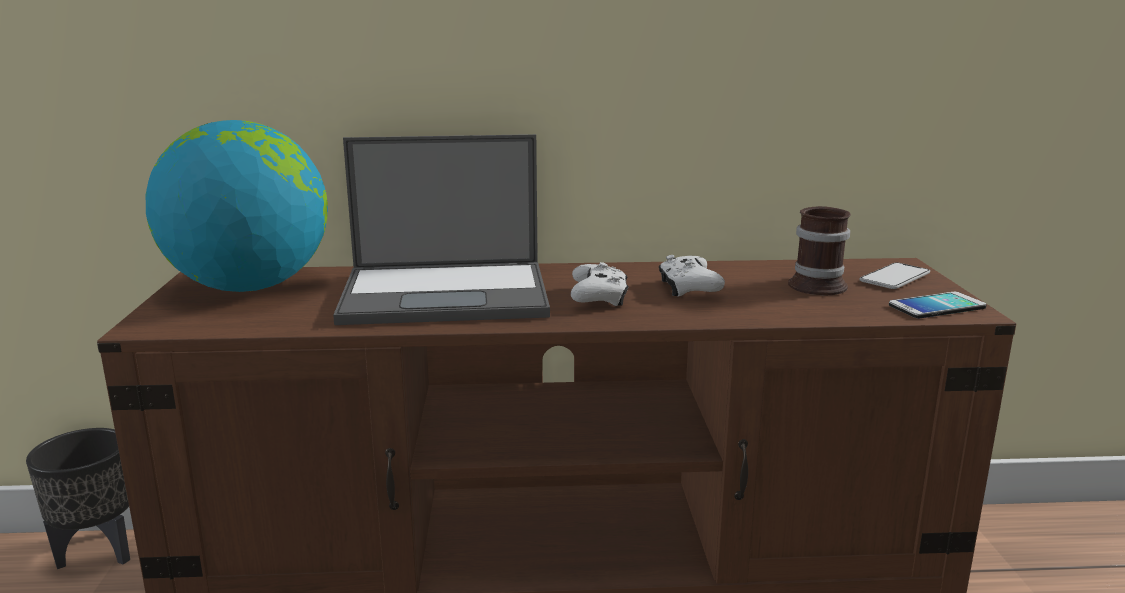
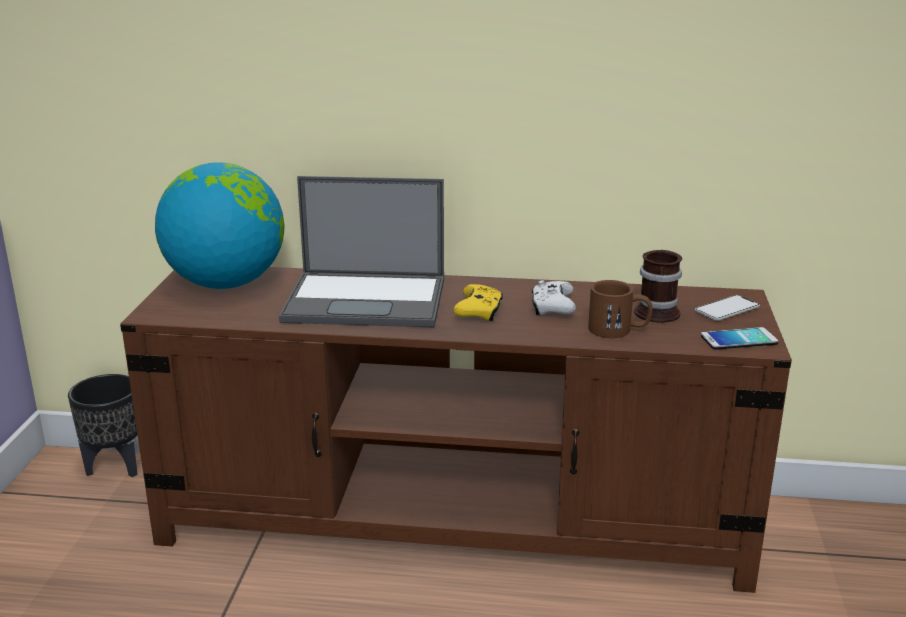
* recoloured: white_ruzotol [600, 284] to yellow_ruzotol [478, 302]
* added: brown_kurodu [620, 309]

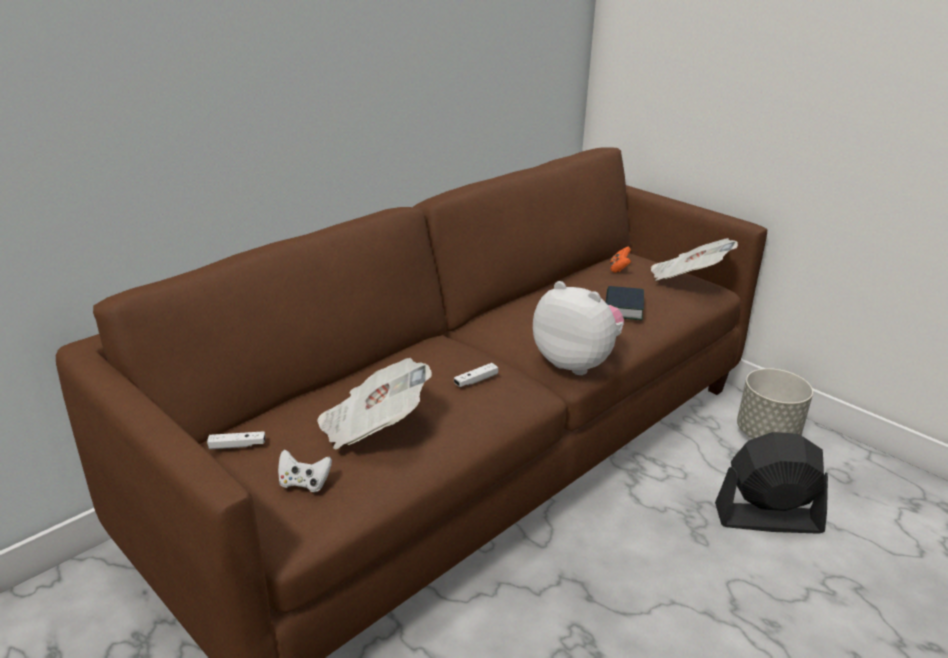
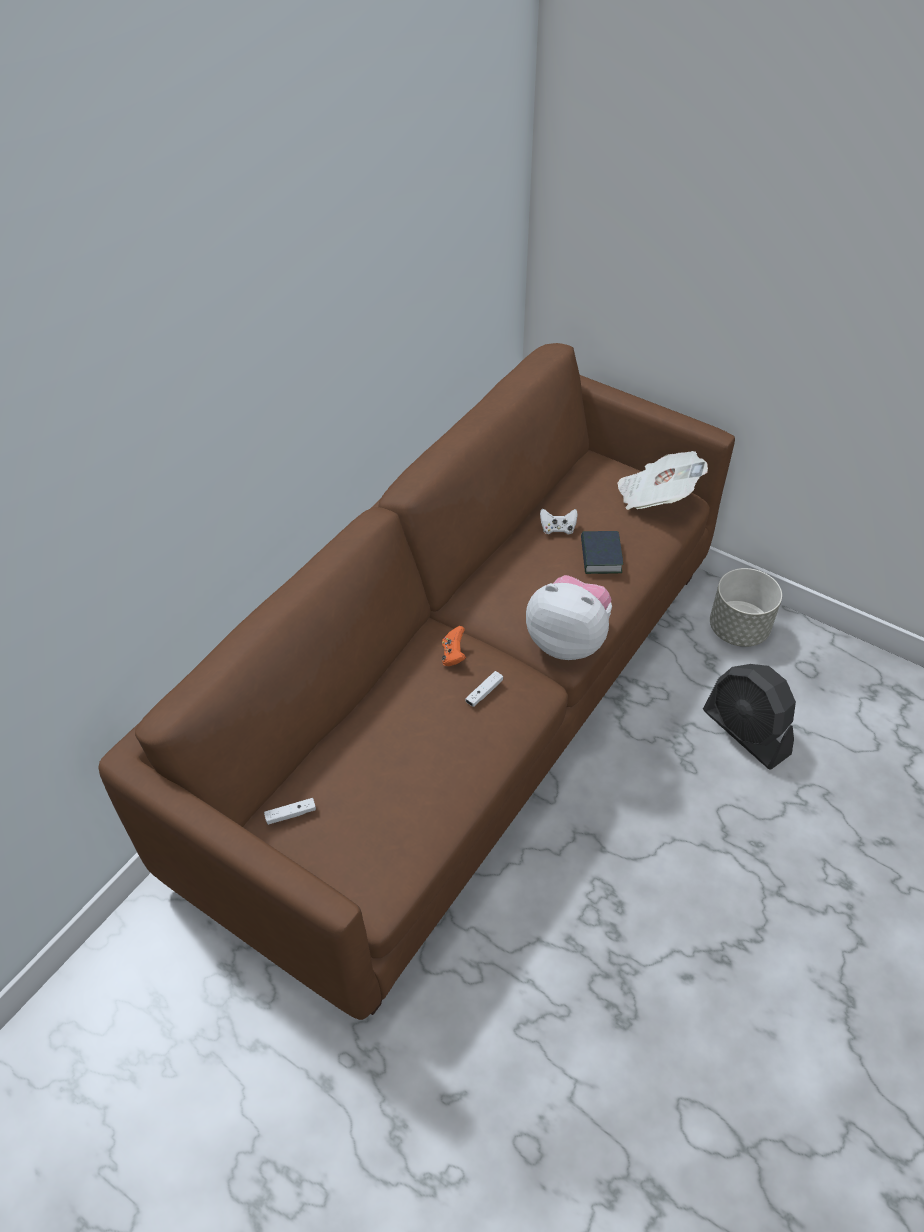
* moved: orange_ruzotol [620, 260] to [454, 646]
* removed: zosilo [374, 404]
* turned: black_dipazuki [771, 483] = [749, 717] 120 degrees counterclockwise
* moved: white_ruzotol [305, 471] to [559, 521]

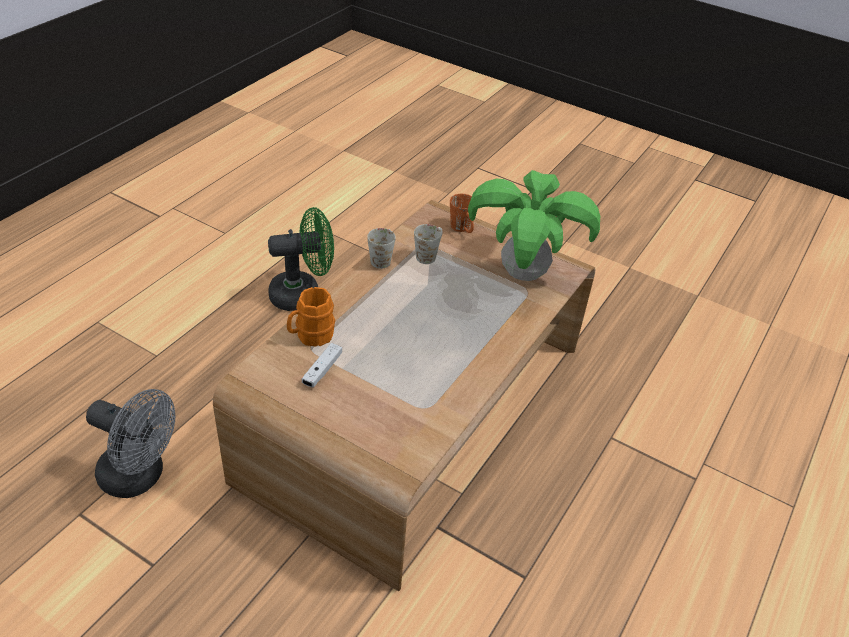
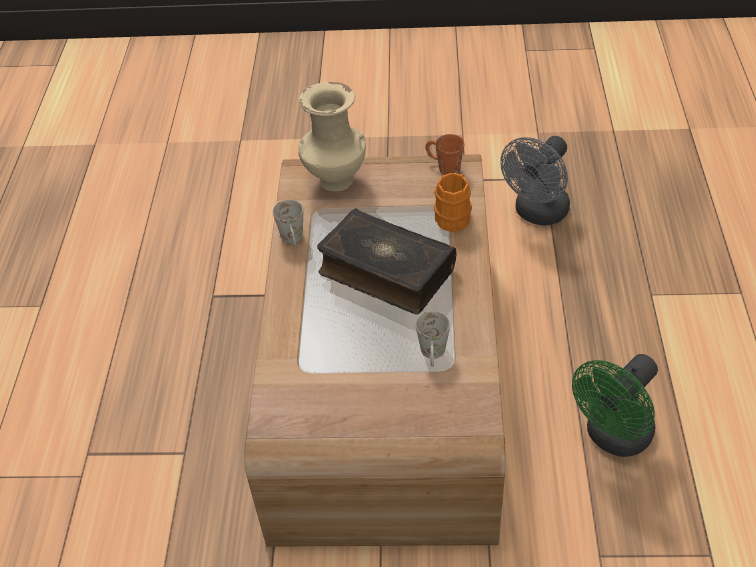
* removed: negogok [534, 225]
* moved: orange_kurodu [462, 213] to [444, 154]
* moved: white_kurodu [381, 248] to [288, 223]
* removed: white_ruzotol [322, 365]
* turned: grey_dipazuki [130, 443] = [535, 181] 45 degrees counterclockwise
* added: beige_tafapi [332, 136]
* added: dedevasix [386, 261]

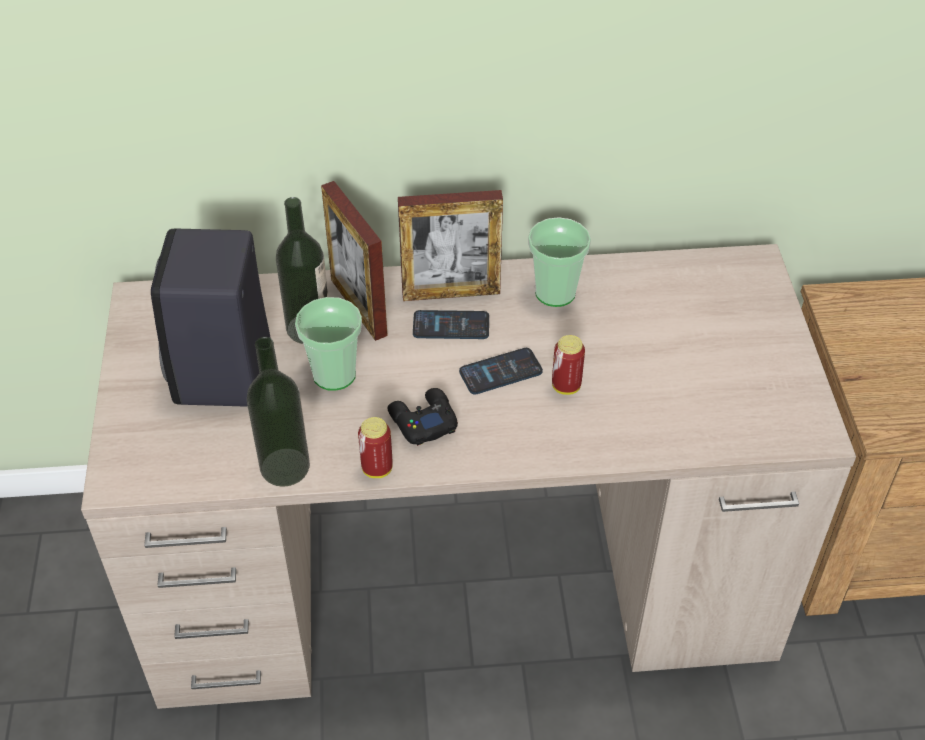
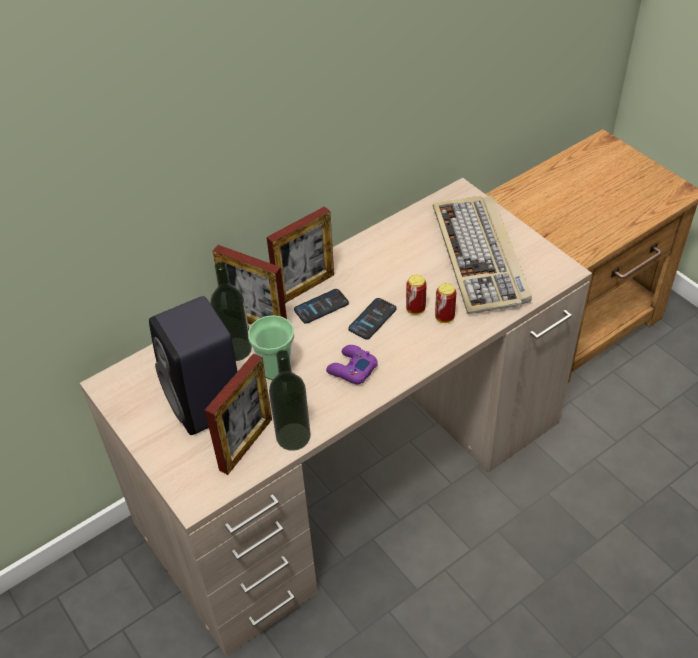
* removed: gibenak [559, 262]
* recoloured: black_ruzotol [422, 417] to purple_ruzotol [352, 365]
* moved: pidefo [375, 447] to [445, 303]
* added: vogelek [482, 255]
* added: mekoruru [238, 414]

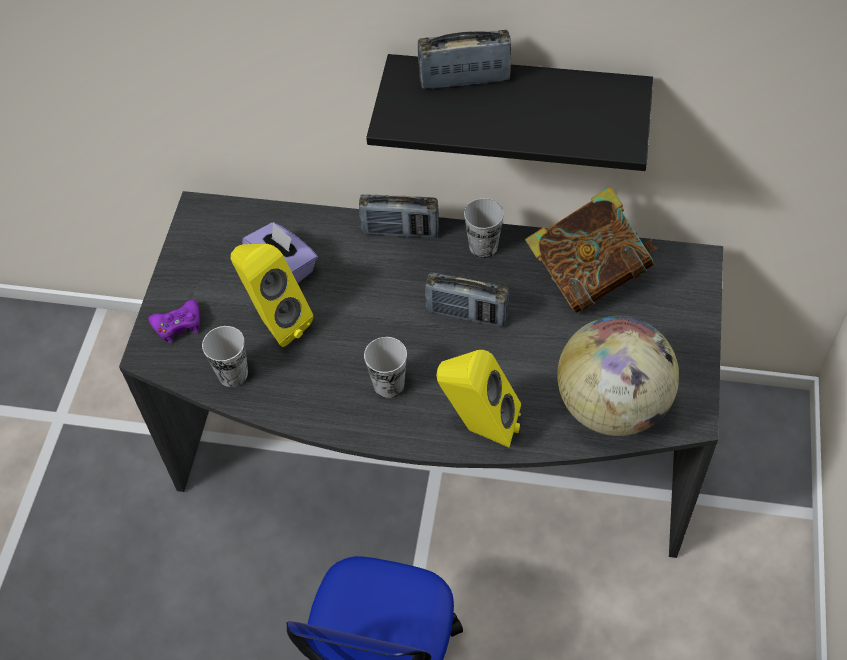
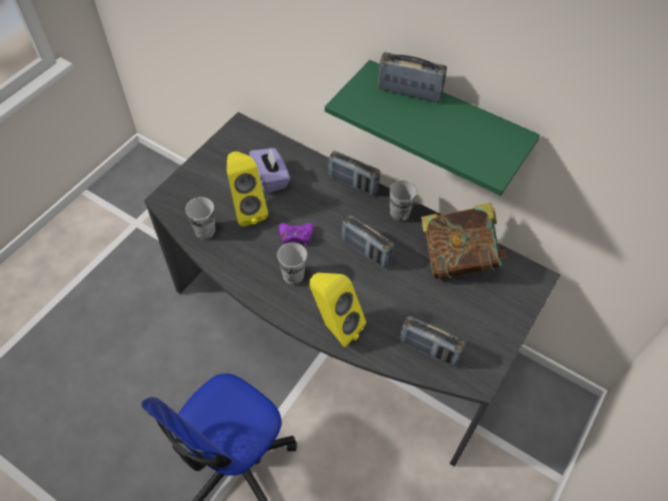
* recoloured: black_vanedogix [509, 112] to green_vanedogix [432, 128]
* moved: purple_ruzotol [174, 321] to [296, 234]
* replaced: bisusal [618, 376] to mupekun [432, 341]

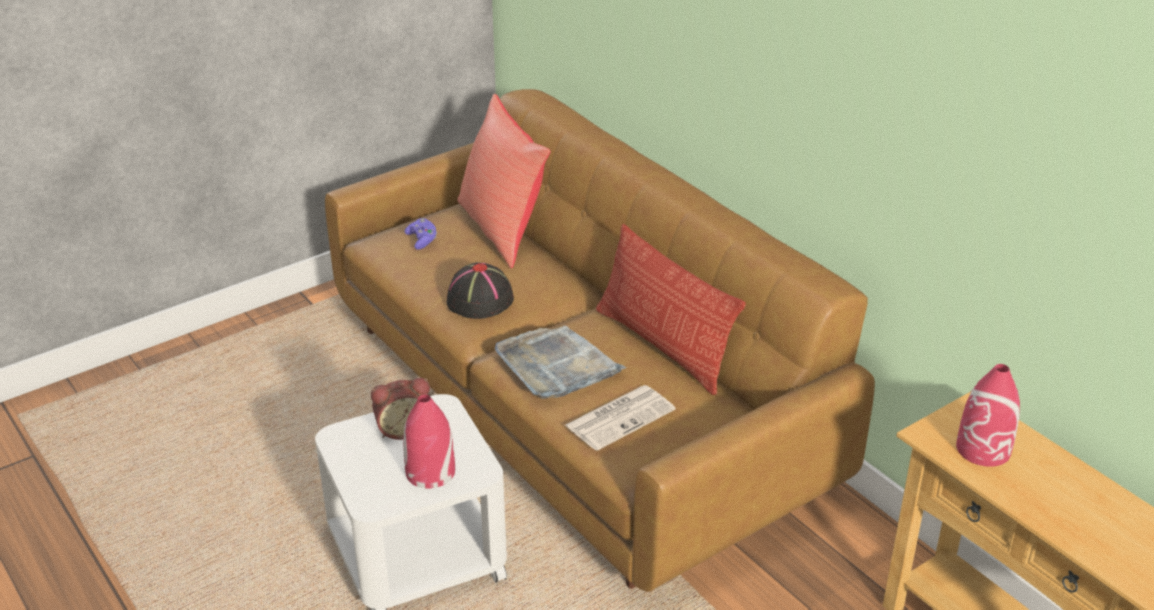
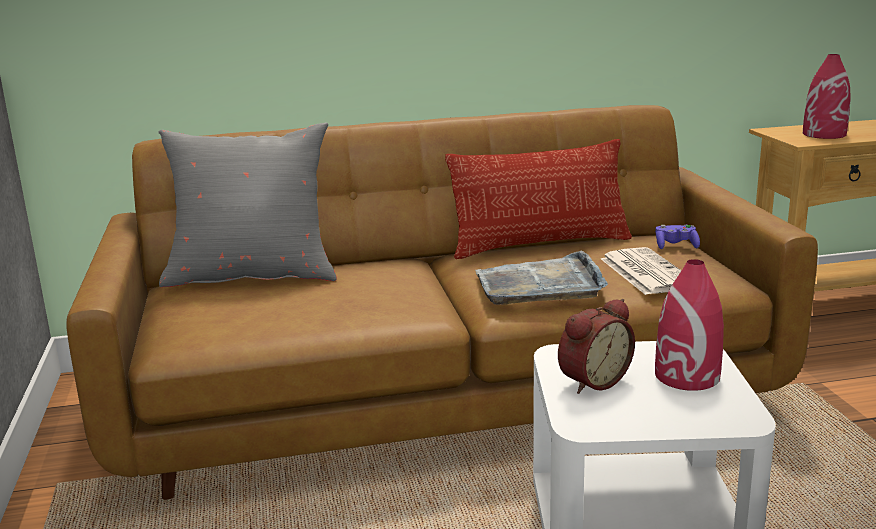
* recoloured: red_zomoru [504, 181] to grey_zomoru [247, 205]
* moved: purple_ruzotol [421, 234] to [677, 237]
* removed: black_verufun [480, 290]
* turned: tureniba [400, 409] = [596, 346] 45 degrees clockwise

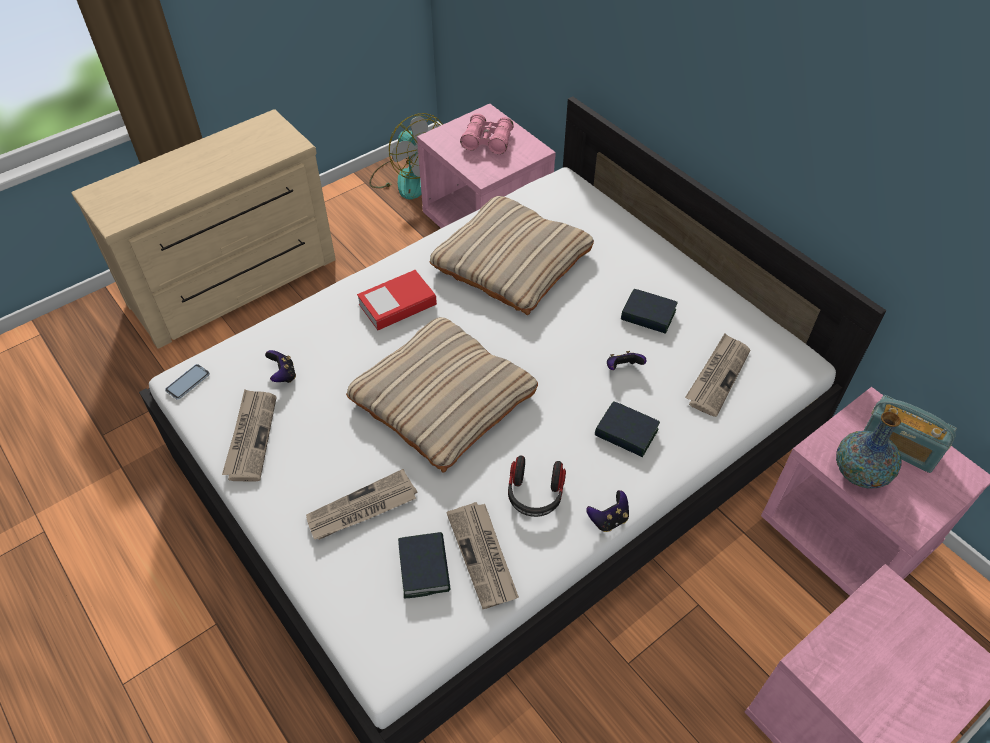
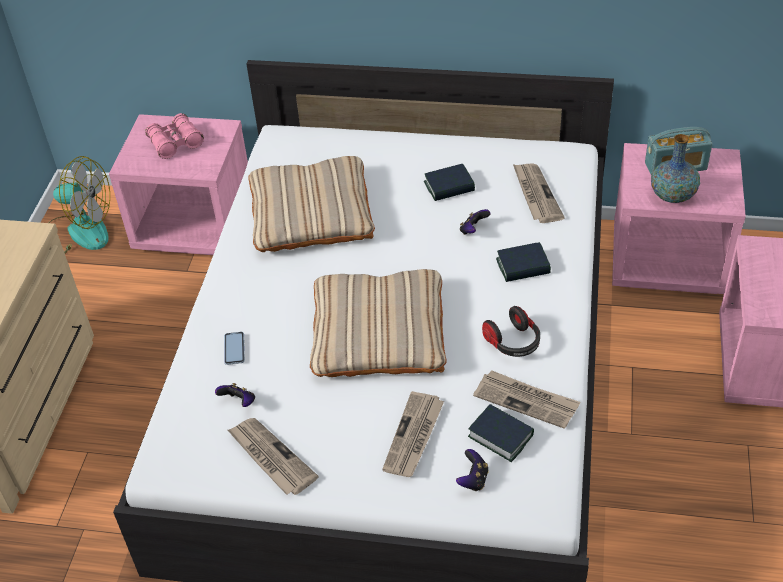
* removed: dedevasix [397, 300]
* moved: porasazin [187, 382] to [234, 348]
* moved: ruzotol [607, 511] to [472, 470]

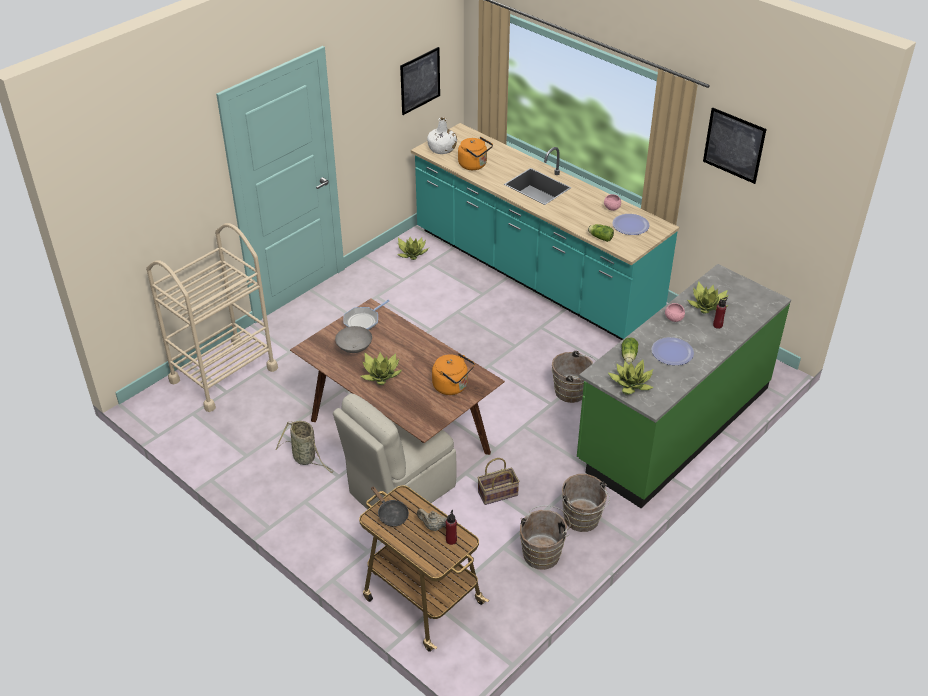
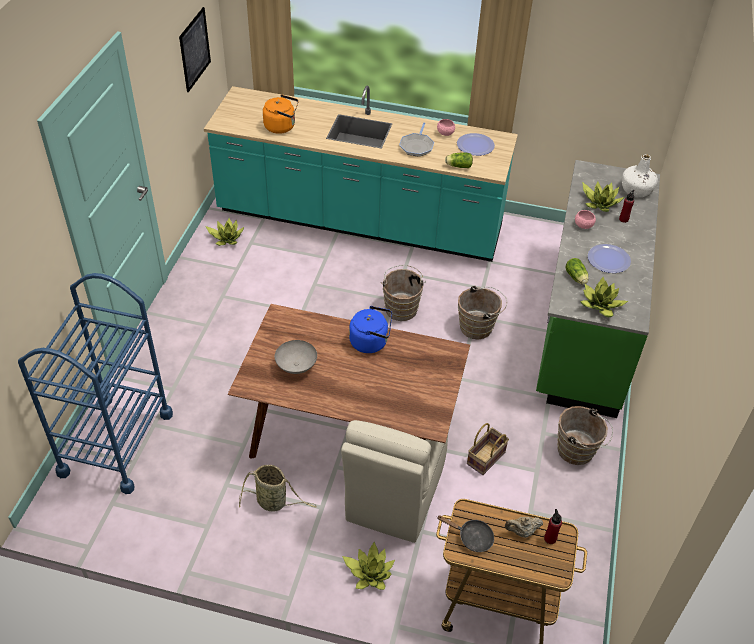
* removed: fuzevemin [735, 145]
* moved: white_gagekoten [442, 135] to [640, 175]
* recoloured: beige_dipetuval [212, 317] to blue_dipetuval [95, 383]
* moved: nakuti [366, 315] to [416, 139]
* moved: negogok [382, 368] to [368, 566]
* removed: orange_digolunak [453, 374]
* moved: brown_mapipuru [545, 537] to [403, 293]
* added: blue_digolunak [370, 329]

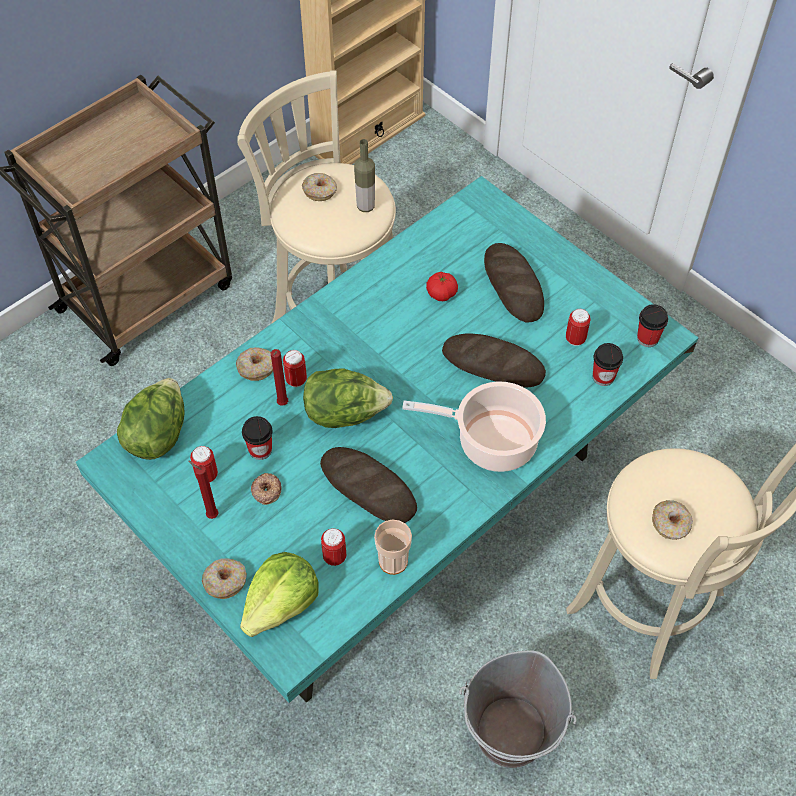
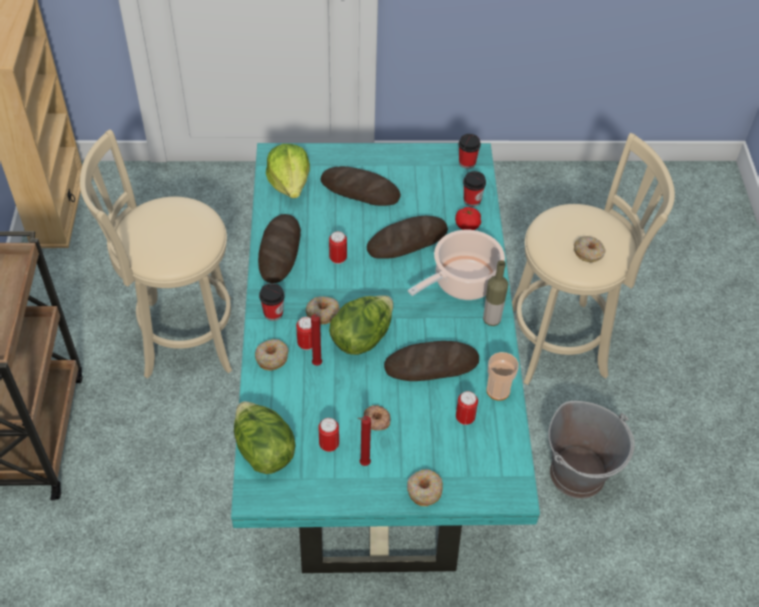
* moved: gagekoten [364, 175] to [495, 293]
* moved: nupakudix [319, 187] to [323, 310]
* moved: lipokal [442, 286] to [468, 218]
* moved: pidefo [578, 327] to [338, 247]
* moved: gibenak [257, 438] to [272, 302]
* moved: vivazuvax [279, 594] to [288, 171]
* added: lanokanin [279, 248]

